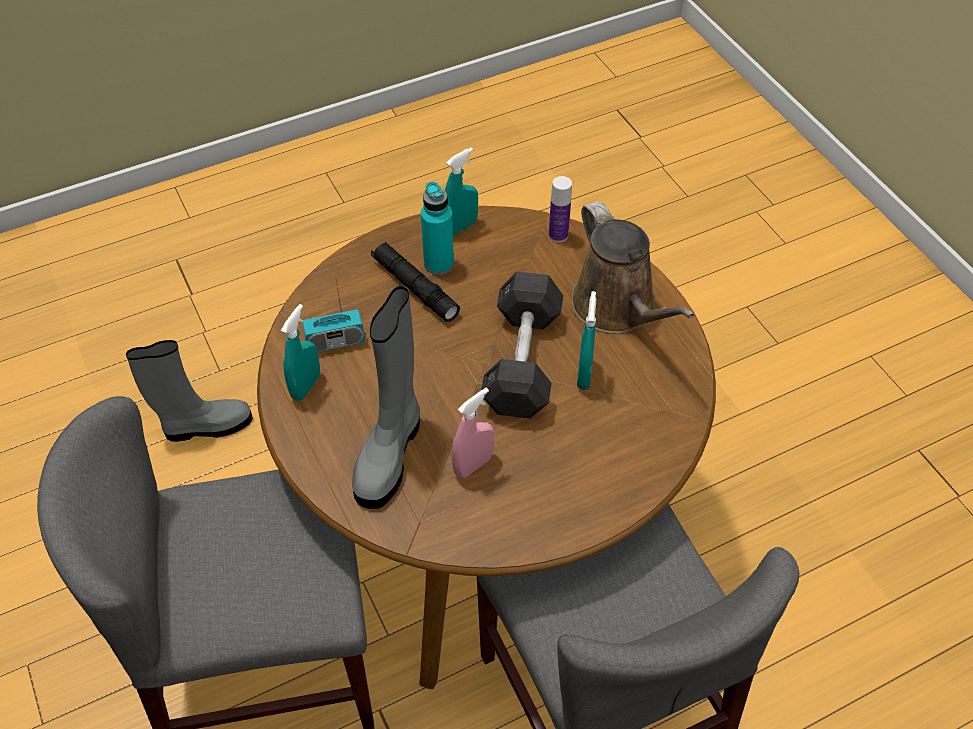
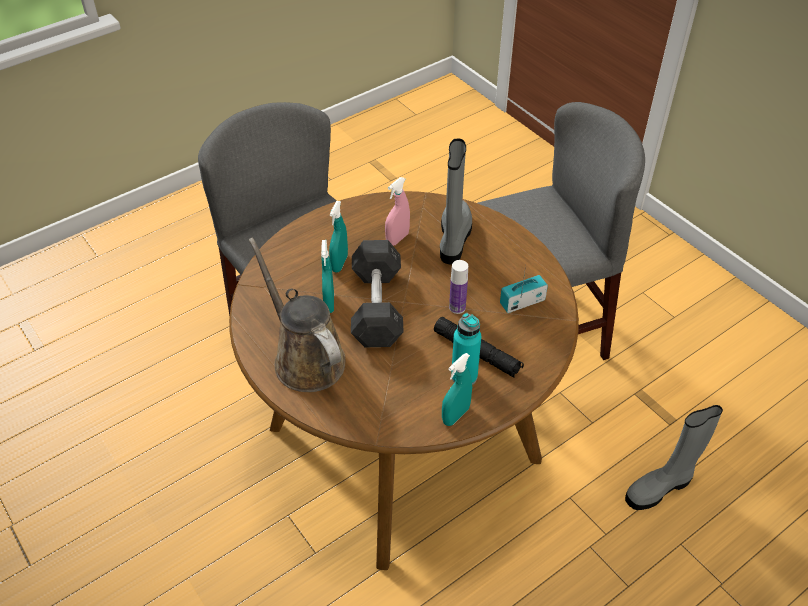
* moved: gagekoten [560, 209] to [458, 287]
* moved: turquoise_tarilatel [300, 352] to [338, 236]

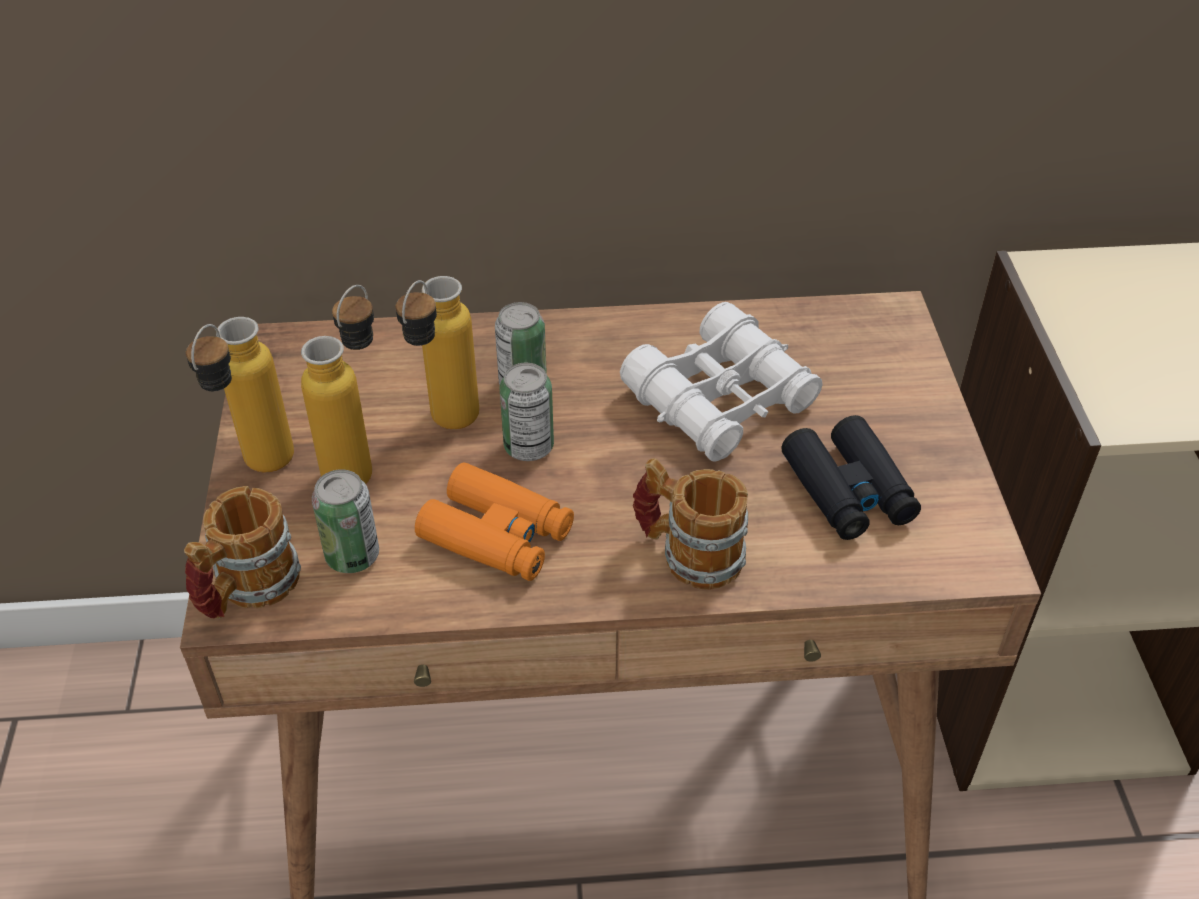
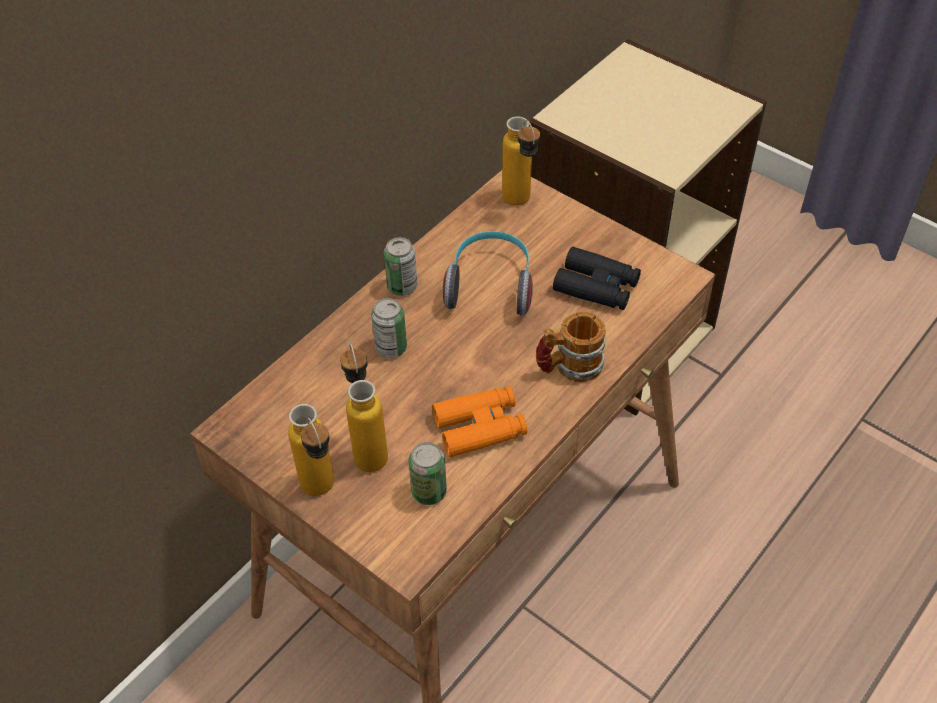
* moved: gagekoten [437, 352] to [521, 161]
* replaced: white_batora [721, 382] to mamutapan [487, 273]
* moved: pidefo [527, 412] to [401, 266]
* removed: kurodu [242, 552]

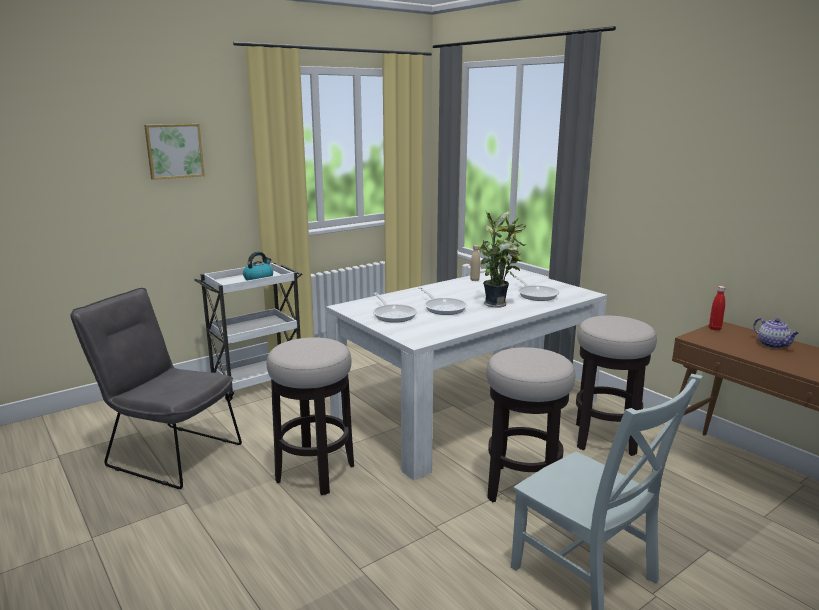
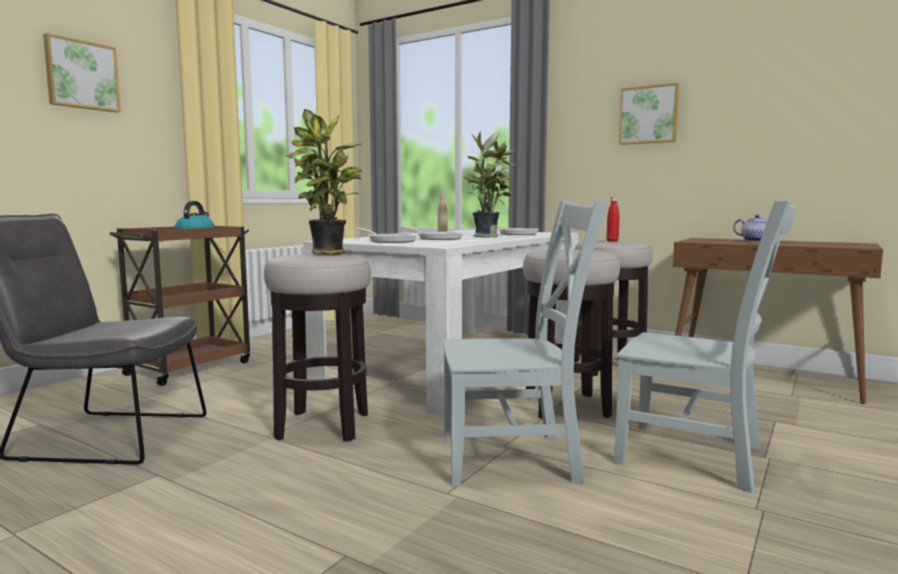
* recoloured: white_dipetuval [248, 331] to brown_dipetuval [179, 306]
* moved: red_gagekoten [717, 308] to [612, 219]
* added: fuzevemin [649, 114]
* added: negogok [324, 182]
* added: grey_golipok [525, 344]

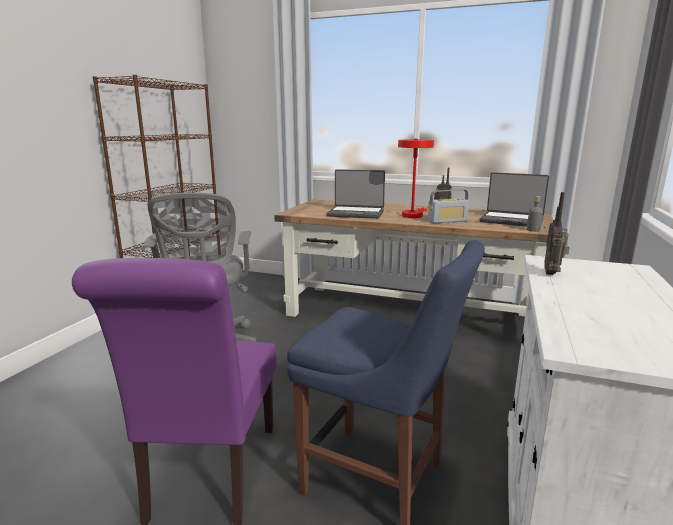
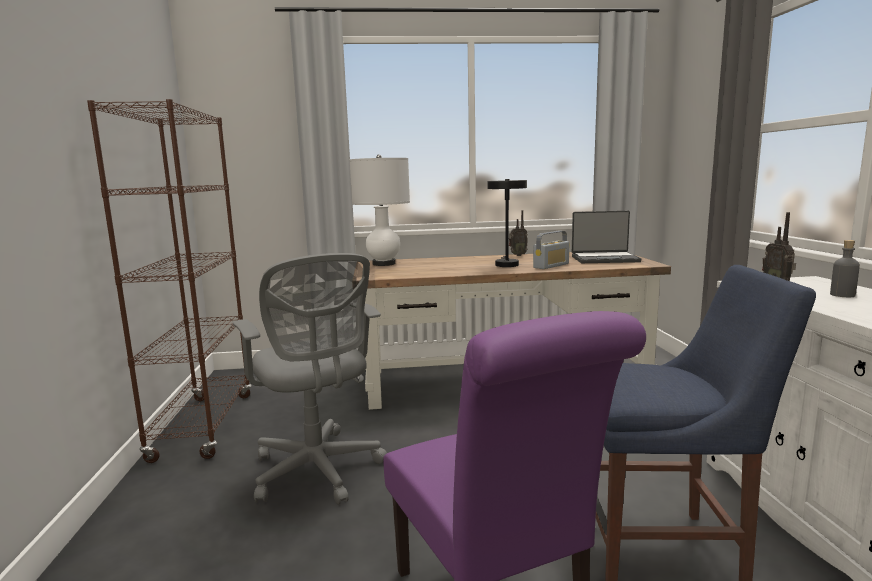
* recoloured: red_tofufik [416, 178] to black_tofufik [507, 223]
* removed: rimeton [355, 194]
* moved: grey_gagekoten [535, 214] to [845, 268]
* added: white_tofufik [379, 210]

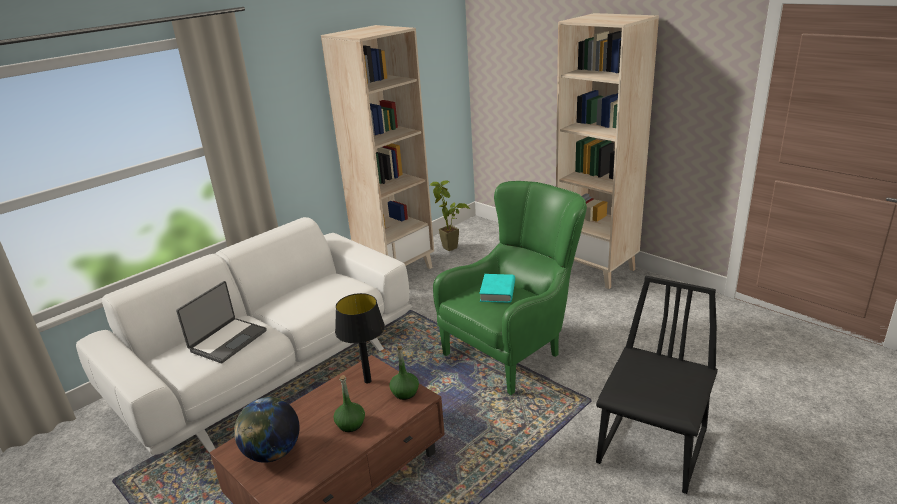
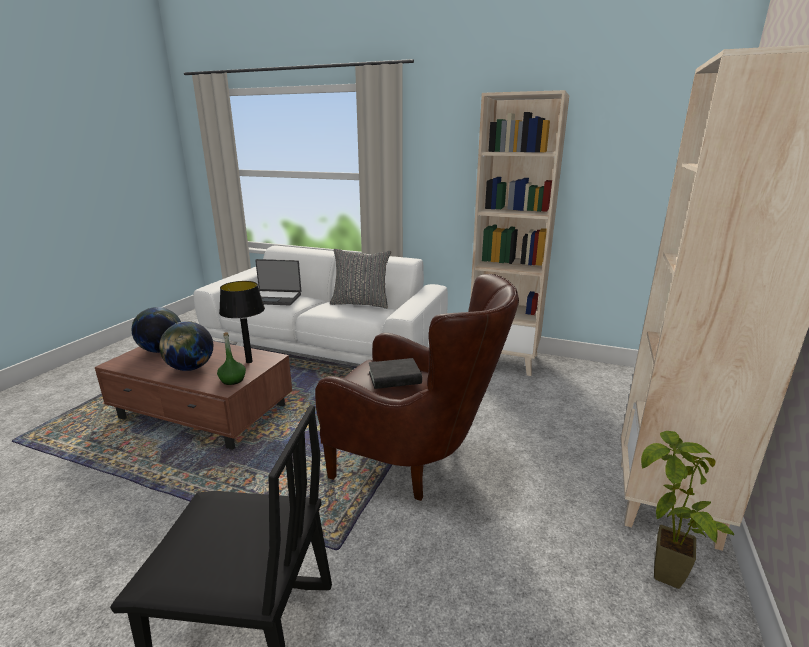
* moved: negogok [450, 215] to [687, 510]
* recoloured: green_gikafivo [510, 288] to brown_gikafivo [417, 387]
* recoloured: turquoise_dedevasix [497, 288] to black_dedevasix [395, 373]
* replaced: green_gagekoten [349, 403] to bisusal [186, 346]
* added: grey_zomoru [360, 279]

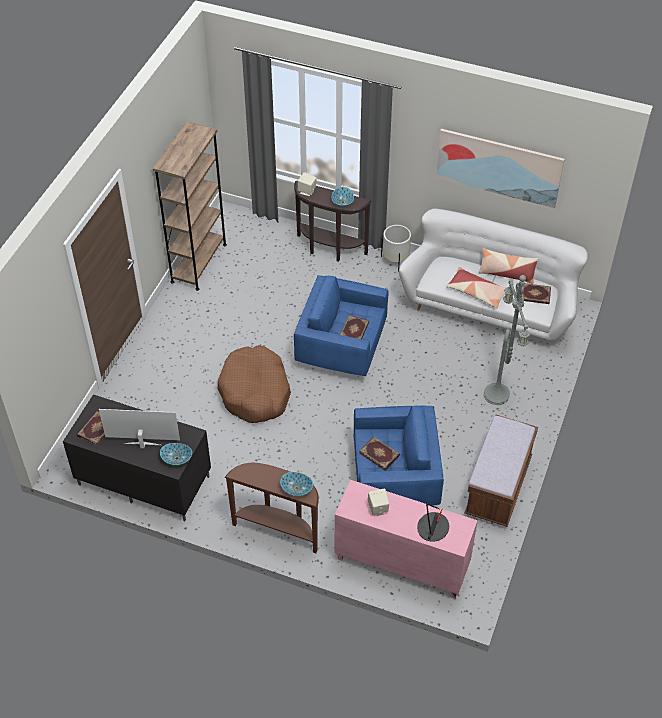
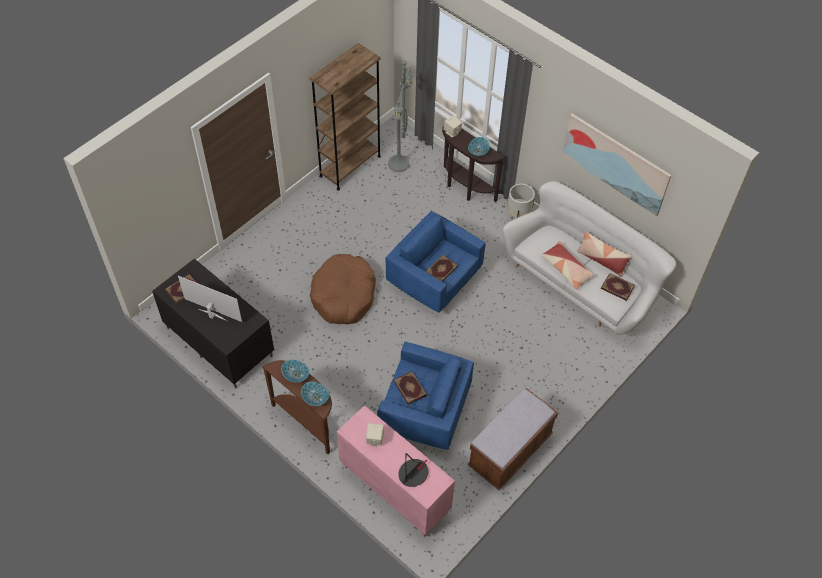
* moved: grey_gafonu [507, 340] to [400, 116]
* moved: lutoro [176, 454] to [295, 371]

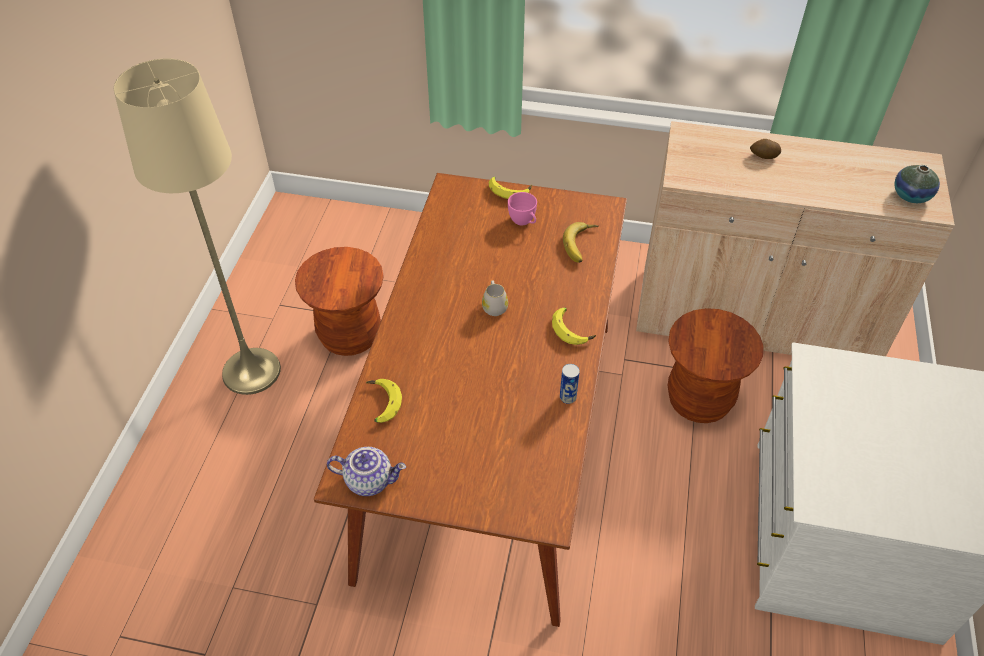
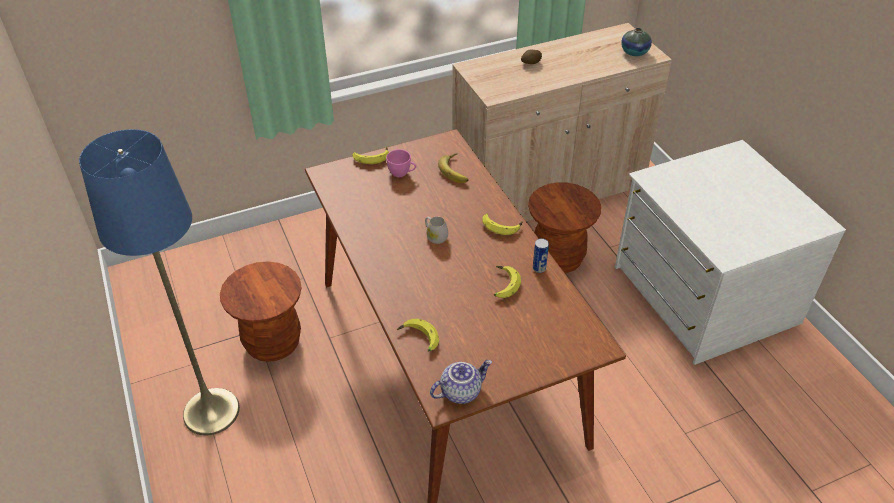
* recoloured: beige_gafonu [197, 226] to blue_gafonu [159, 282]
* added: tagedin [507, 282]

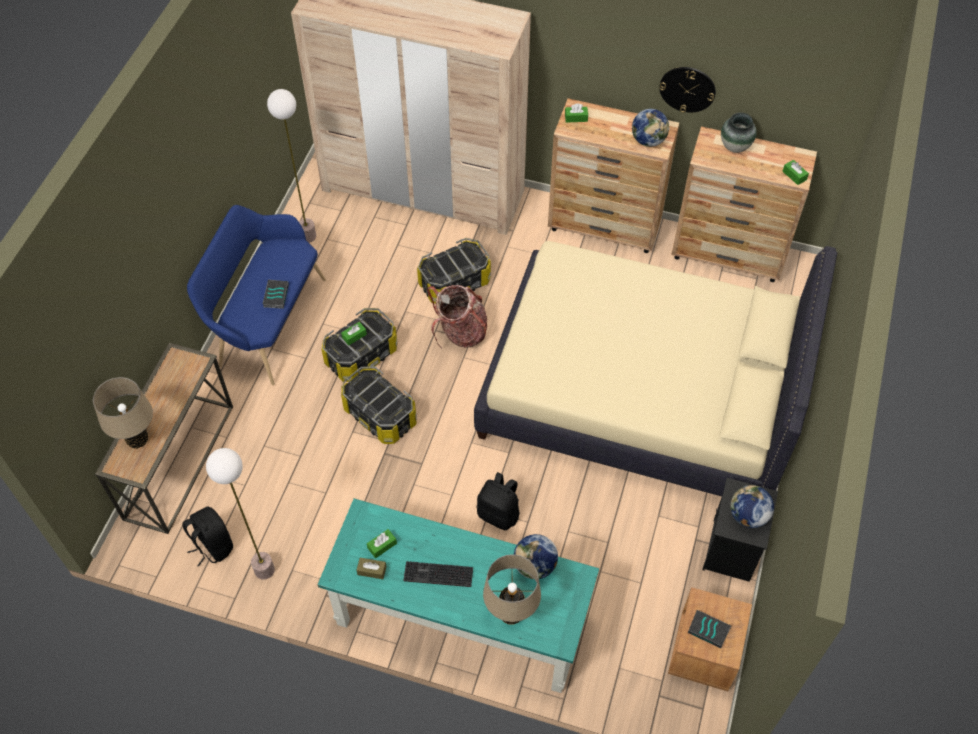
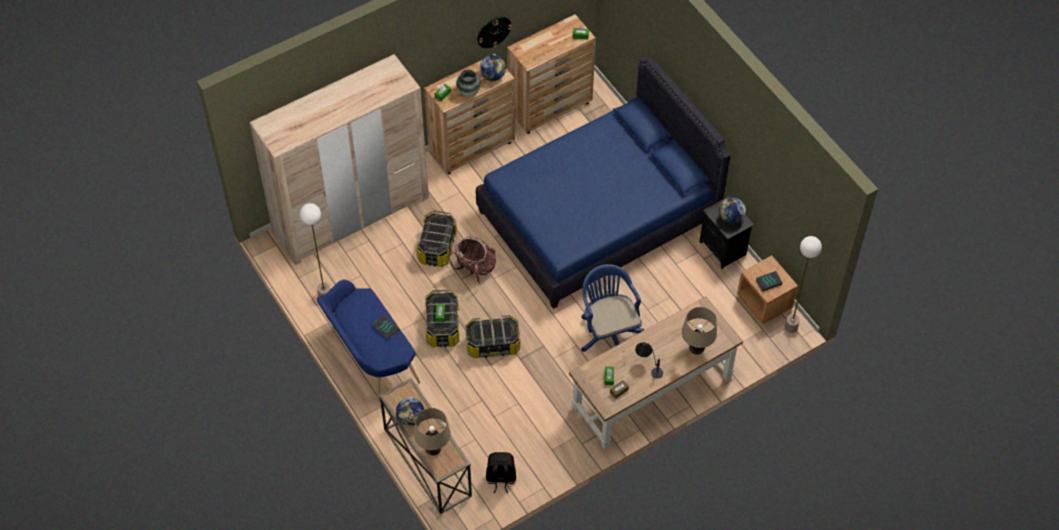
* moved: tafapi [739, 132] to [468, 83]
* recoloured: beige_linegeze [655, 368] to blue_linegeze [603, 183]
* moved: gafonu [240, 514] to [803, 284]
* replaced: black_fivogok [498, 501] to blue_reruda [612, 308]
* recoloured: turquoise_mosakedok [458, 596] to brown_mosakedok [656, 373]
* moved: bisusal [536, 556] to [410, 412]
* replaced: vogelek [438, 574] to tofufik [649, 360]

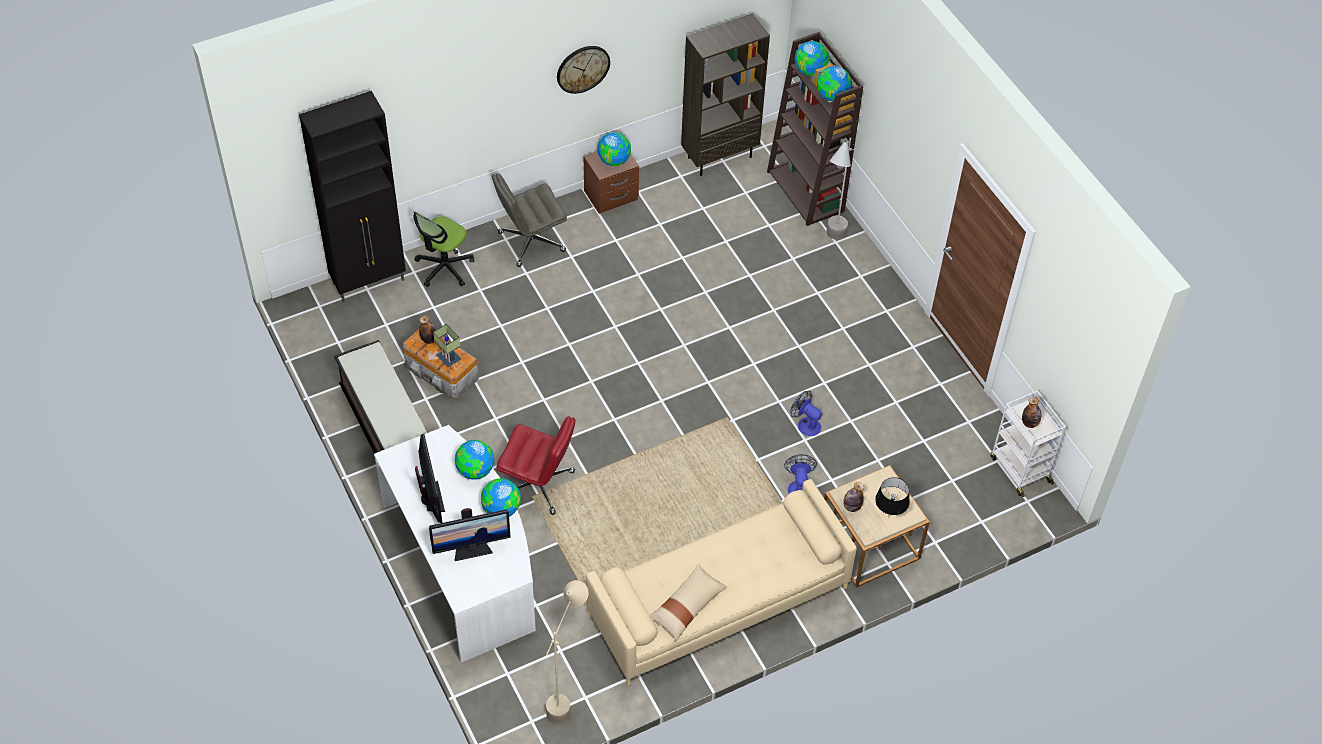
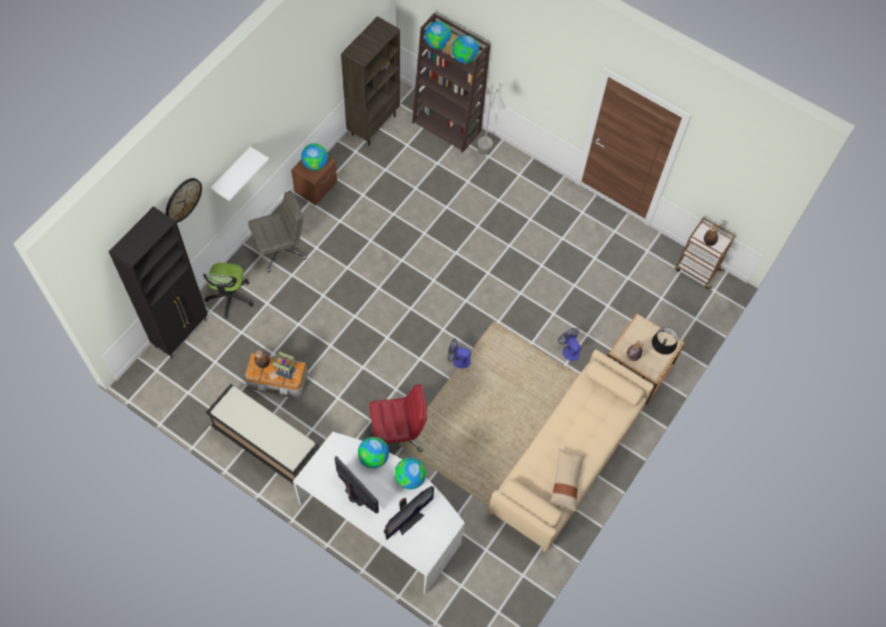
* moved: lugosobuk [583, 70] to [184, 200]
* turned: grey_reruda [529, 220] = [277, 231] 150 degrees counterclockwise
* recoloured: white_dipetuval [1028, 443] to brown_dipetuval [705, 253]
* moved: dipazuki [806, 413] to [459, 353]
* removed: beige_gafonu [567, 652]
* added: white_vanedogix [240, 173]

